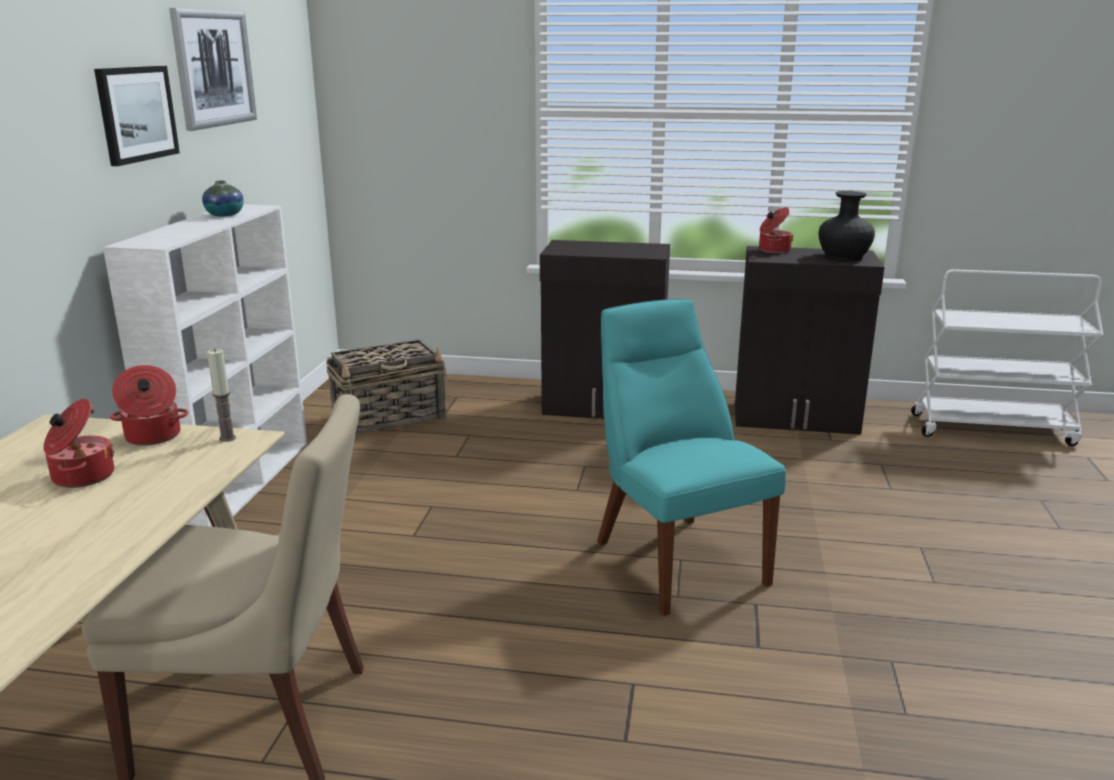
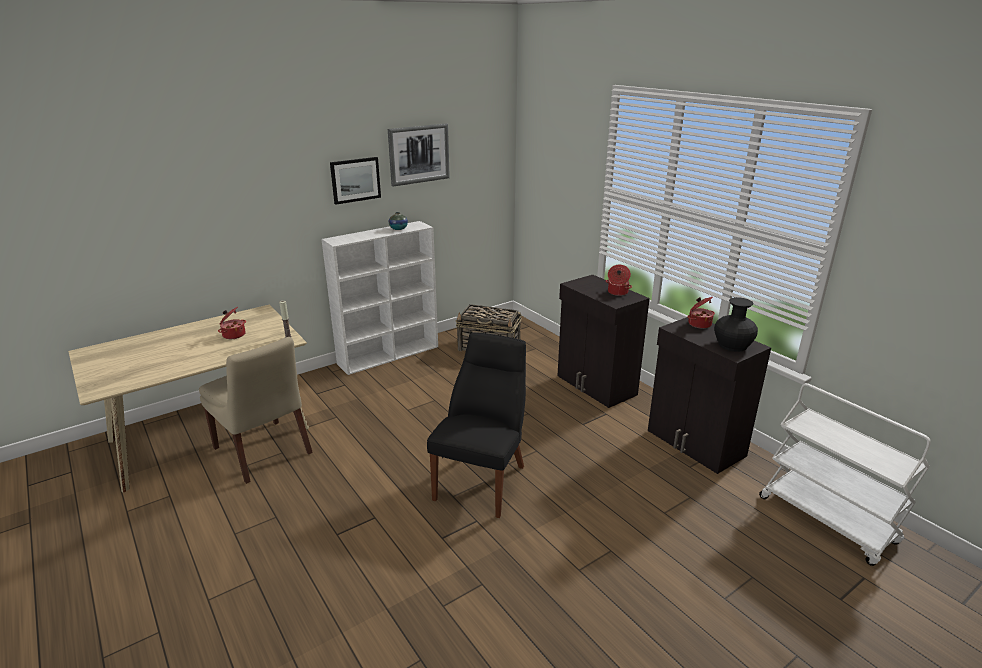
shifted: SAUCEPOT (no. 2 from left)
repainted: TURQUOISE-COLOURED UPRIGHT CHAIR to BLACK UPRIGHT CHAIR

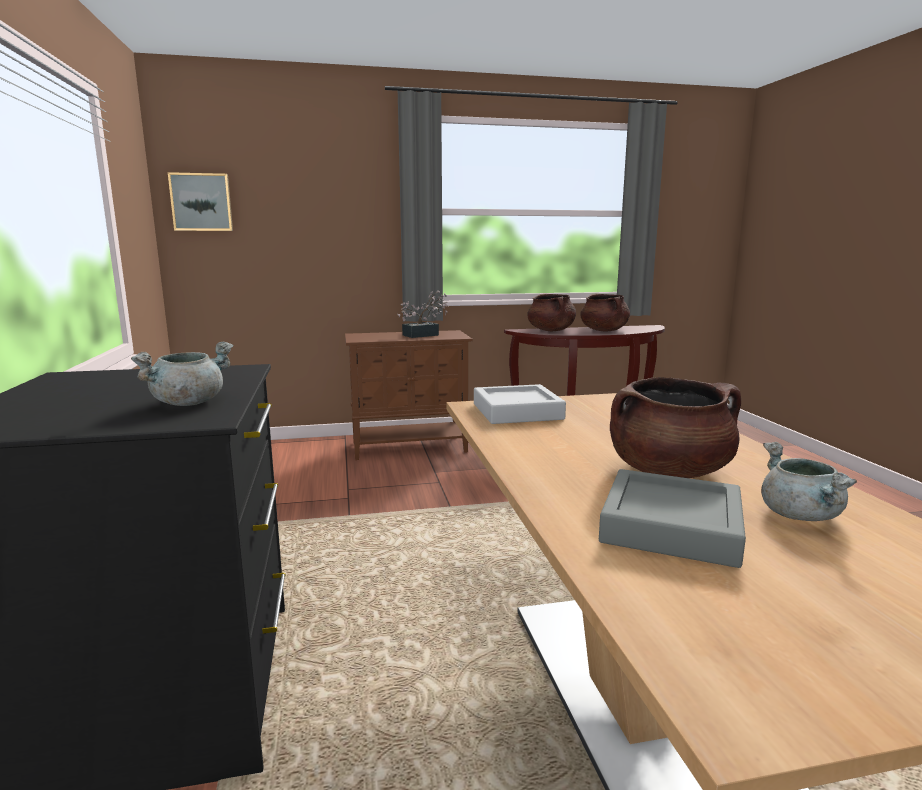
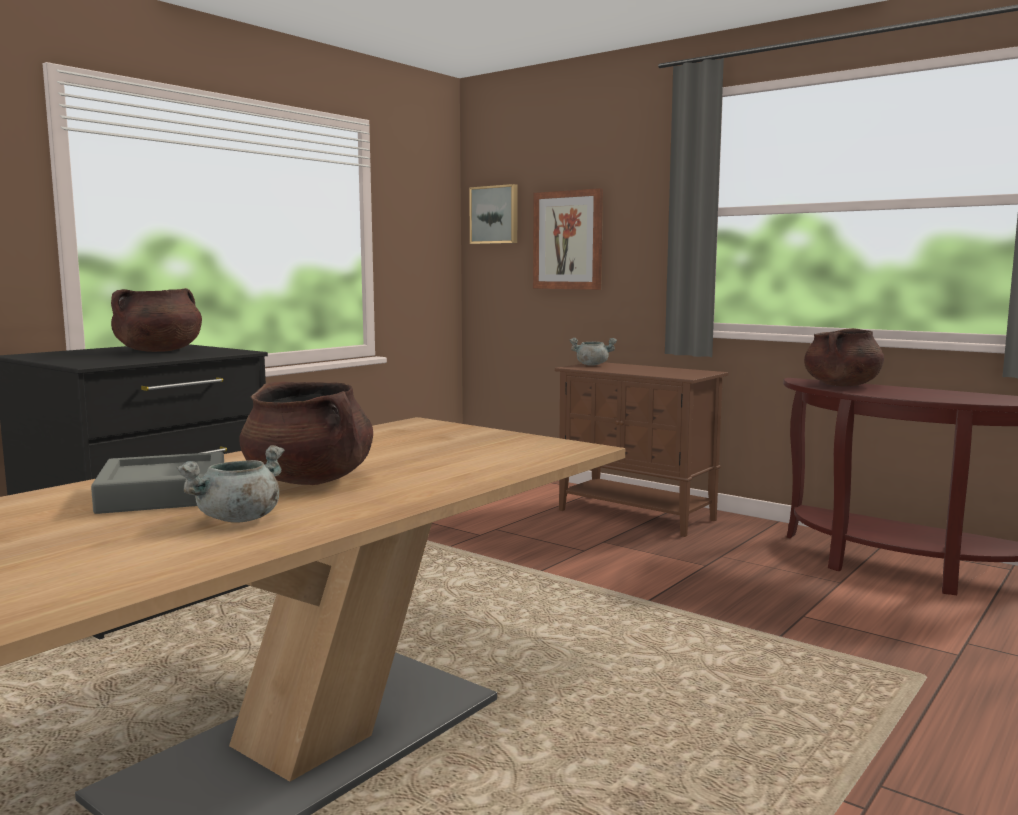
gone: POTTED PLANT; GREYISH TRAY (no. 1 from left)
new: PICTURE (no. 2 from left)
shifted: GREYISH SAUCEPOT (no. 1 from left in the first image) to GREYISH SAUCEPOT (no. 2 from left); BROWNISH SAUCEPOT (no. 2 from left in the first image) to BROWNISH SAUCEPOT (no. 1 from left)

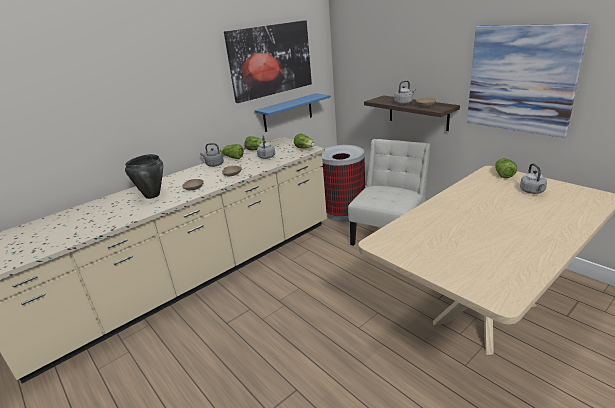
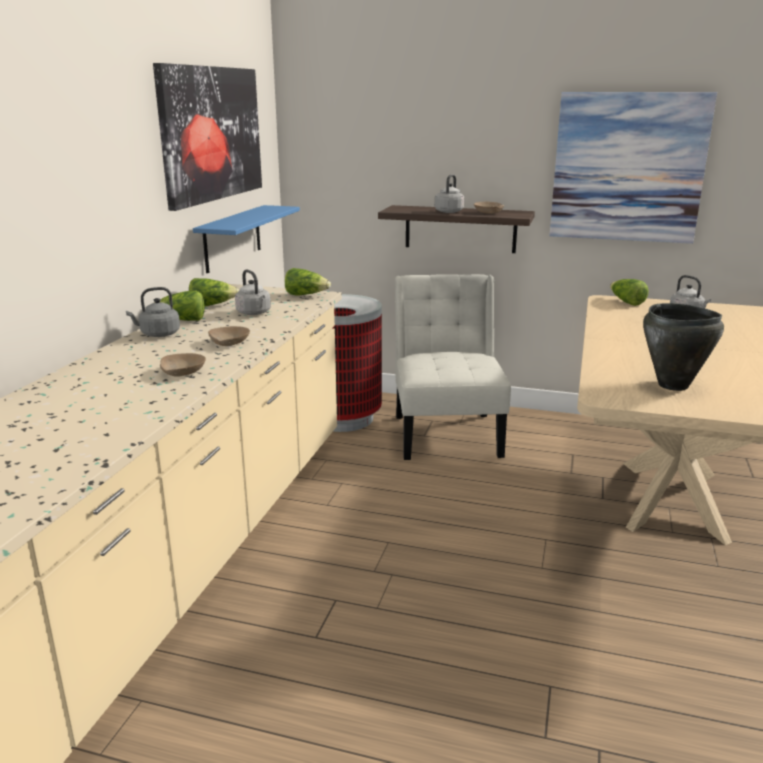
shifted: BLACK SAUCEPOT

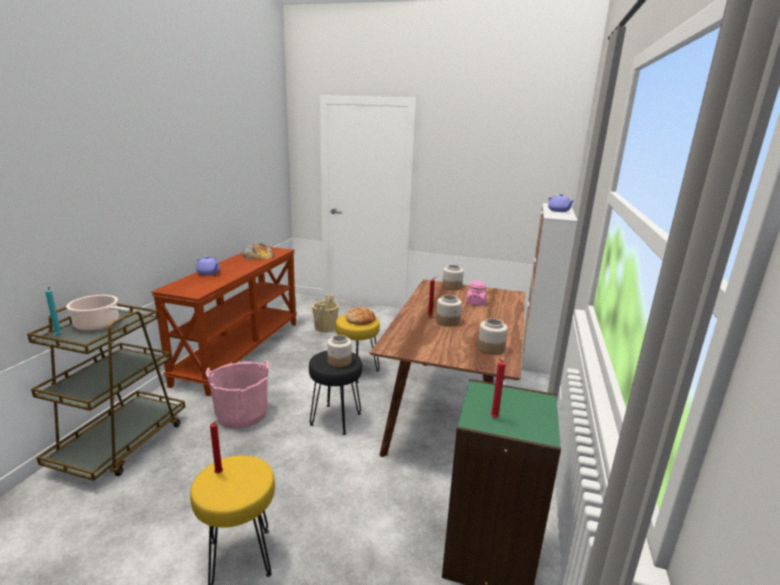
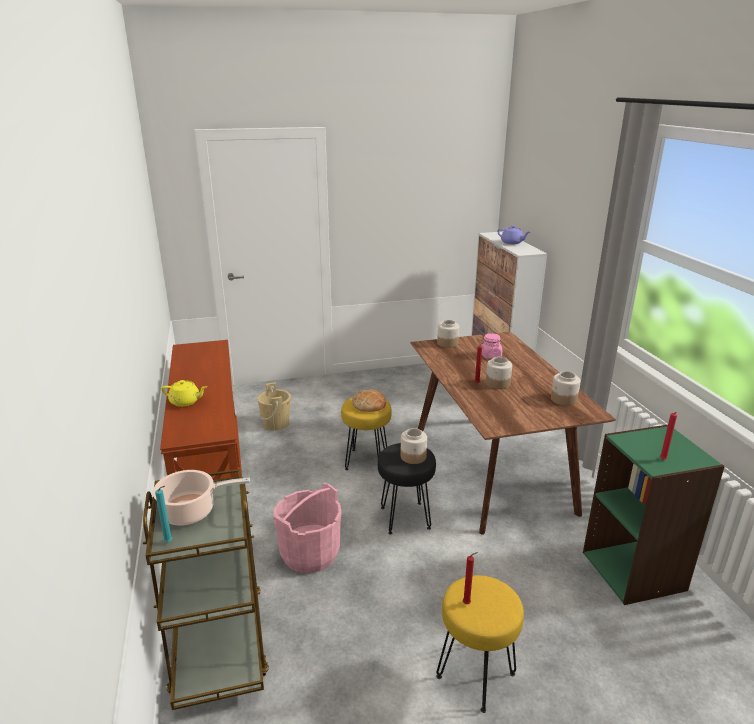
gone: BAKED BREAD (no. 1 from left)
repainted: PURPLE-COLOURED TEAPOT (no. 1 from left) to YELLOWISH TEAPOT

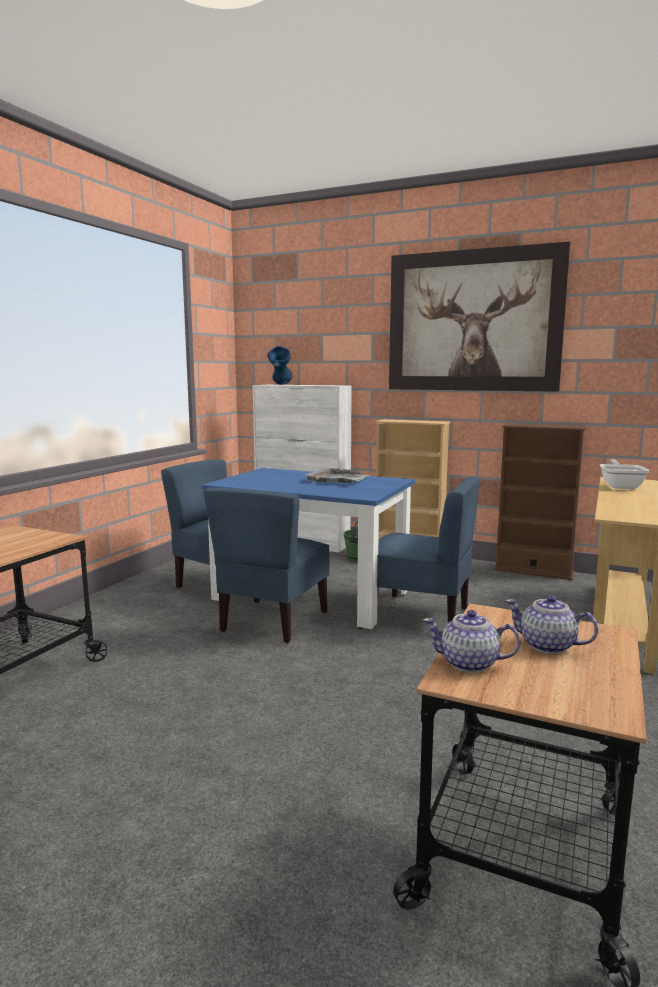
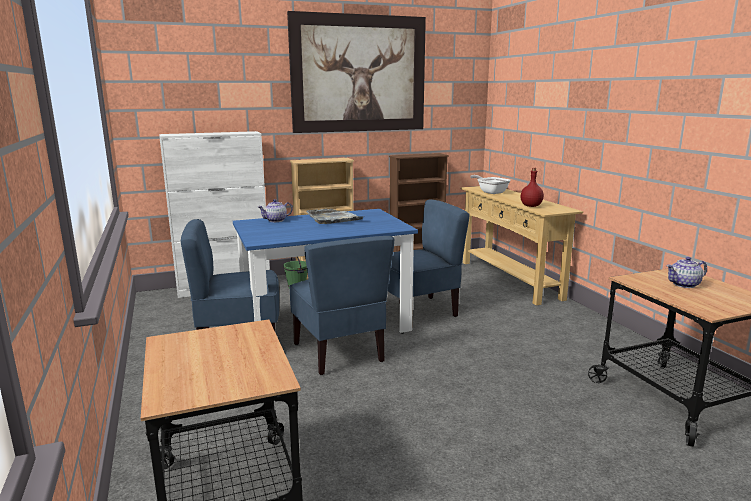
gone: BLUE-COLOURED FLOWER VASE
new: RED-COLOURED DRINK BOTTLE
shifted: TEAPOT (no. 1 from left)

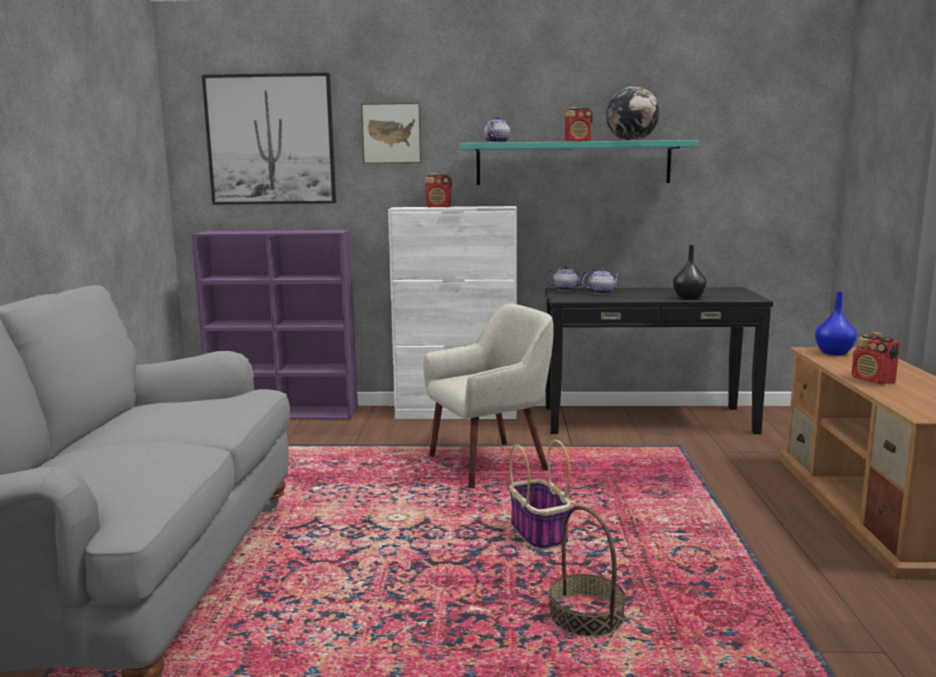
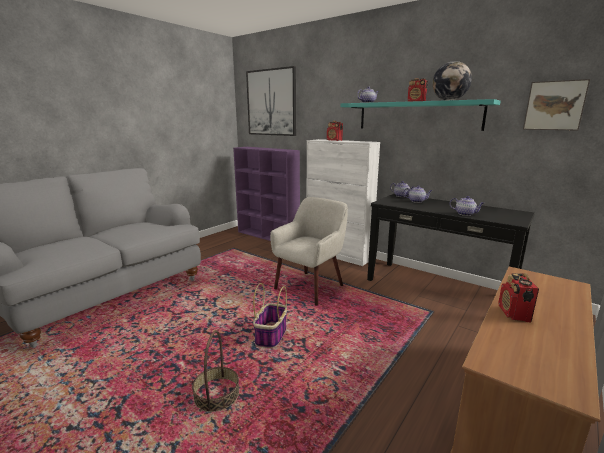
gone: BLUE-COLOURED FLOWER VASE
shifted: PICTURE (no. 2 from left)
swapped: BLACK FLOWER VASE to TEAPOT (no. 4 from left)
rotated: SAND-COLOURED LOUNGE CHAIR 60 degrees counterclockwise

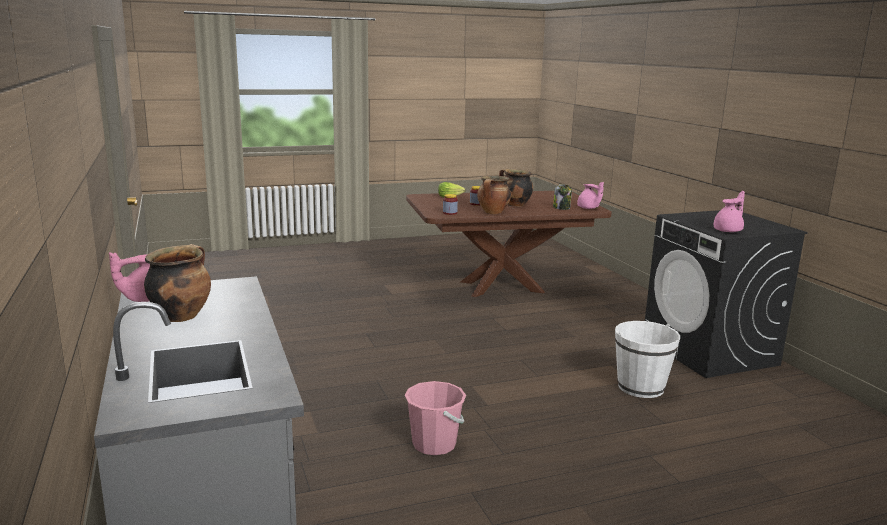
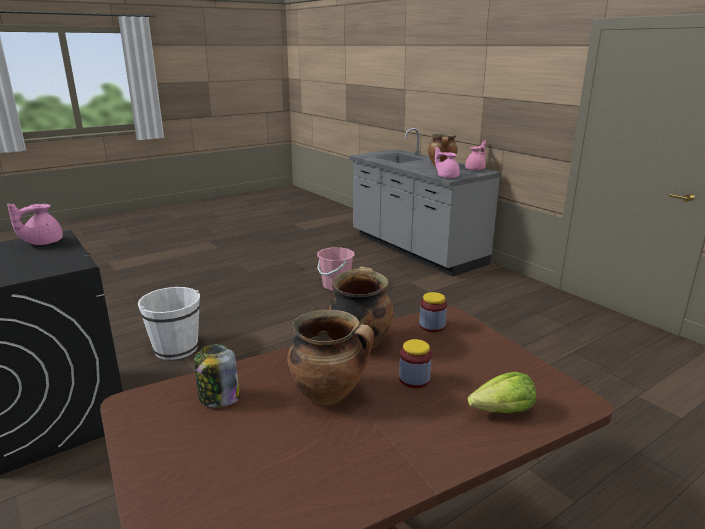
shifted: PINK-COLOURED TEAPOT (no. 2 from left)

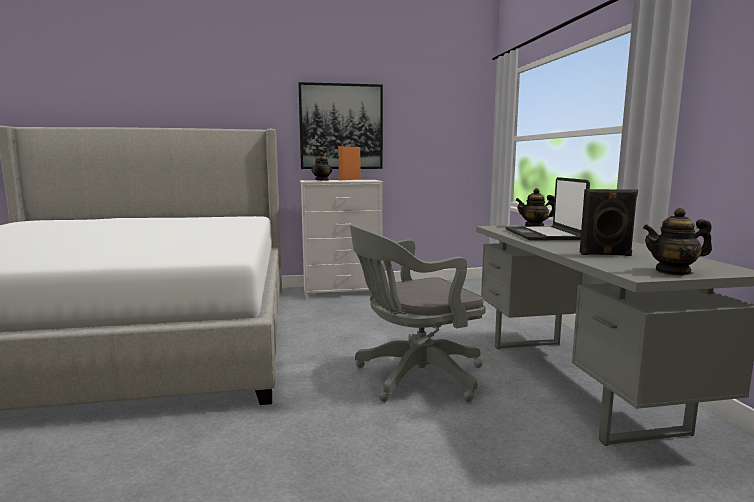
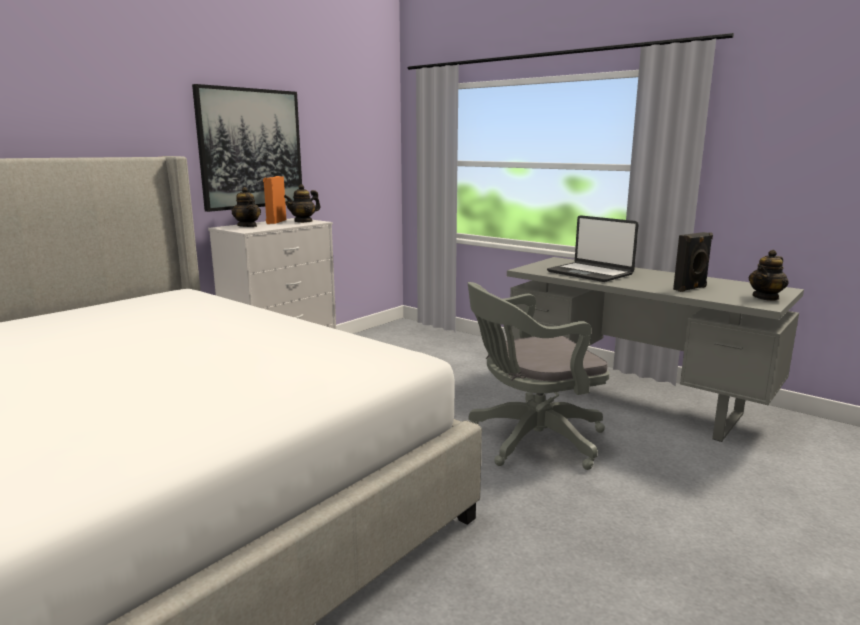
shifted: TEAPOT (no. 2 from left)
rotated: GREYISH OFFICE CHAIR 45 degrees clockwise

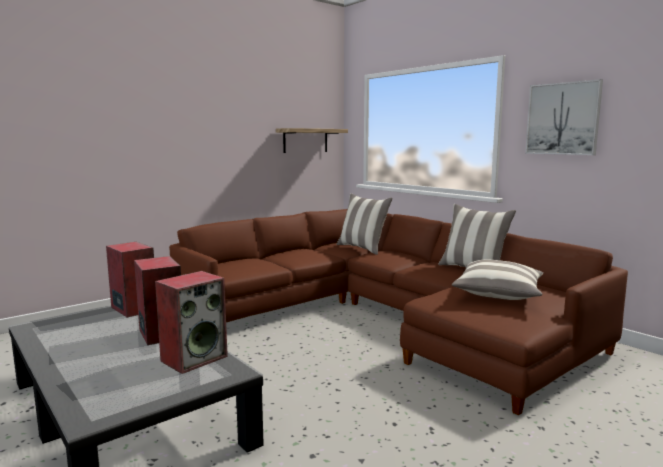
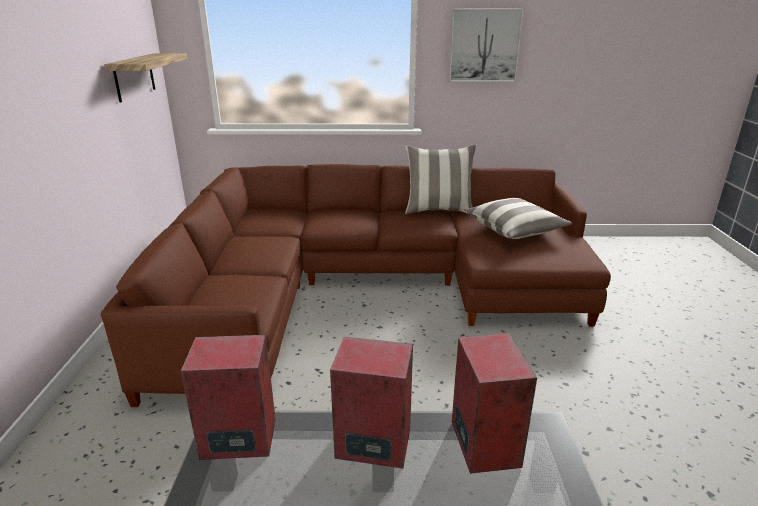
gone: CUSHION (no. 1 from left)

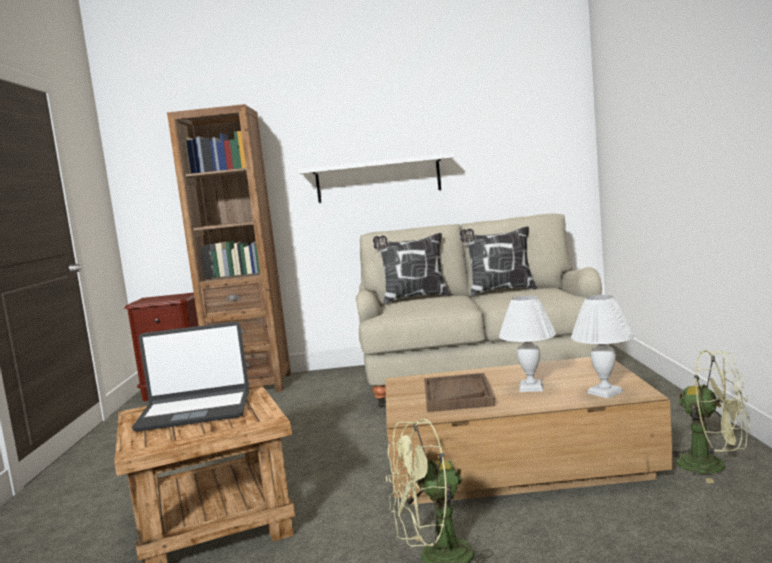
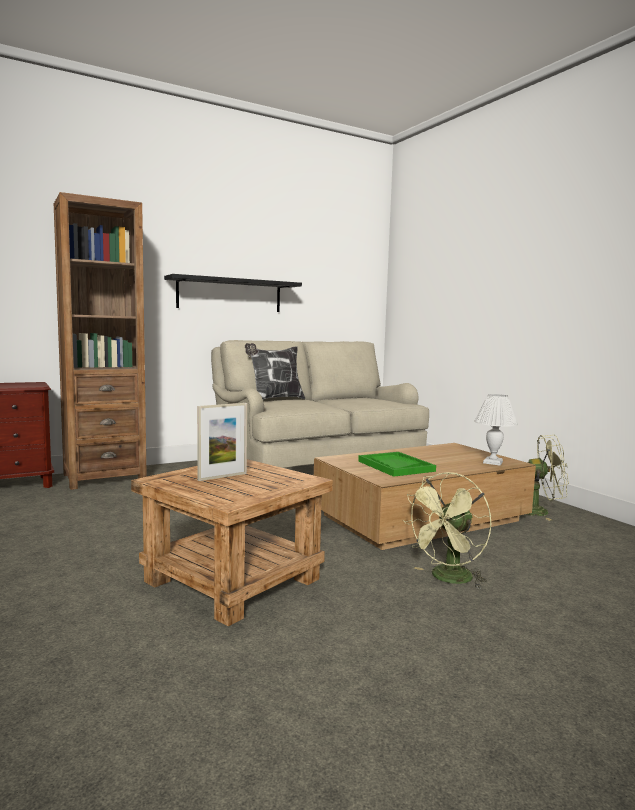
gone: CUSHION (no. 2 from left); WHITE LAMP FOR A TABLE (no. 1 from left)
swapped: LAPTOP to PHOTO FRAME
repainted: WHITE SHELF to BLACK SHELF; BROWNISH TRAY to GREEN-COLOURED TRAY

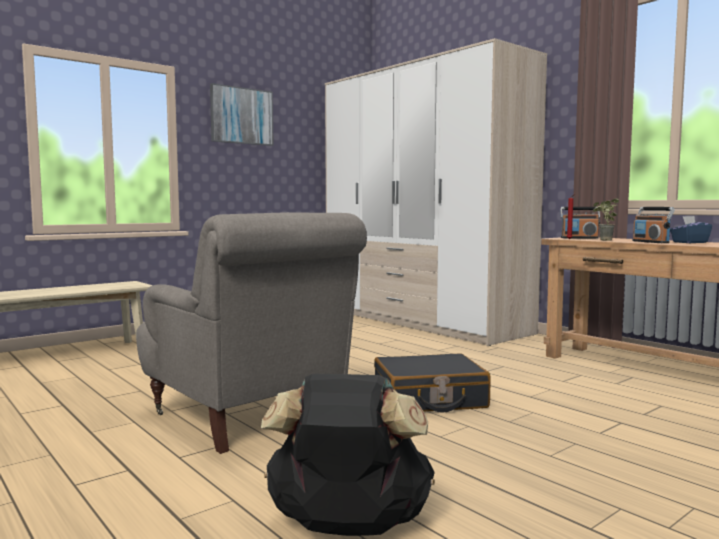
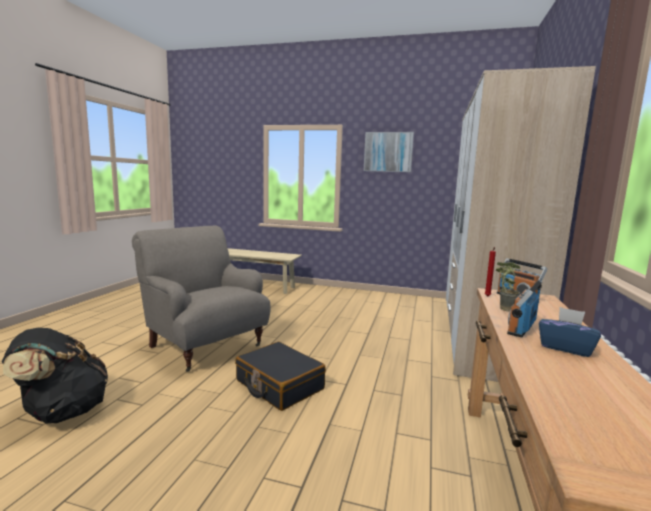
rotated: GREYISH LOUNGE CHAIR 120 degrees clockwise

